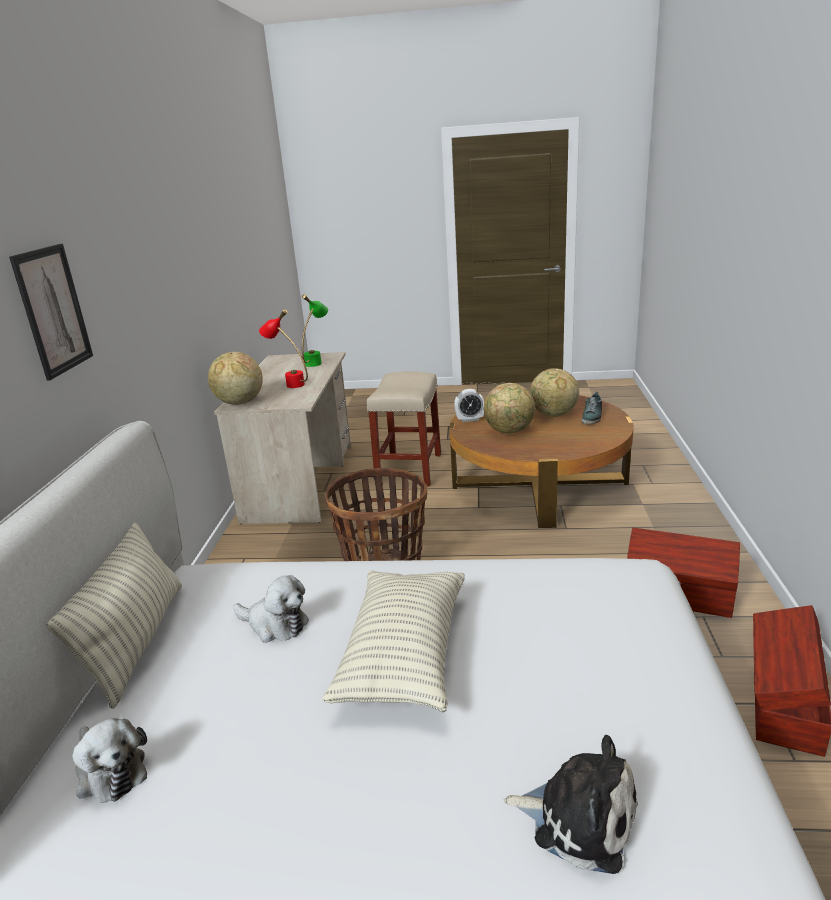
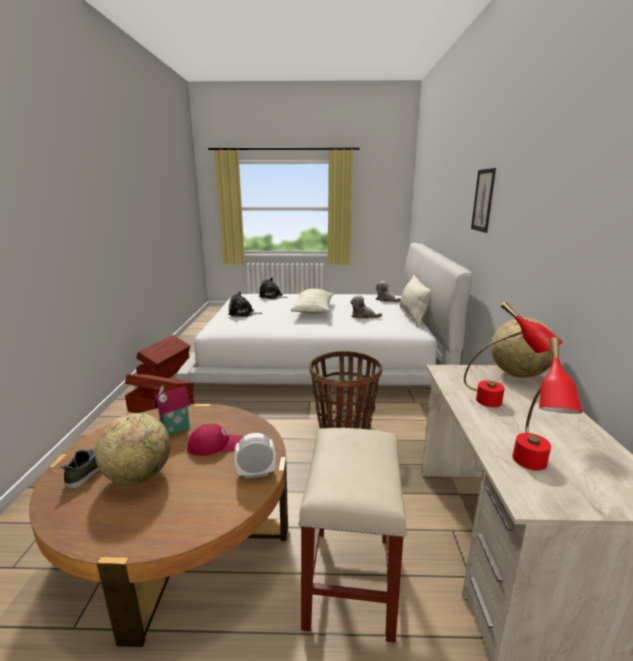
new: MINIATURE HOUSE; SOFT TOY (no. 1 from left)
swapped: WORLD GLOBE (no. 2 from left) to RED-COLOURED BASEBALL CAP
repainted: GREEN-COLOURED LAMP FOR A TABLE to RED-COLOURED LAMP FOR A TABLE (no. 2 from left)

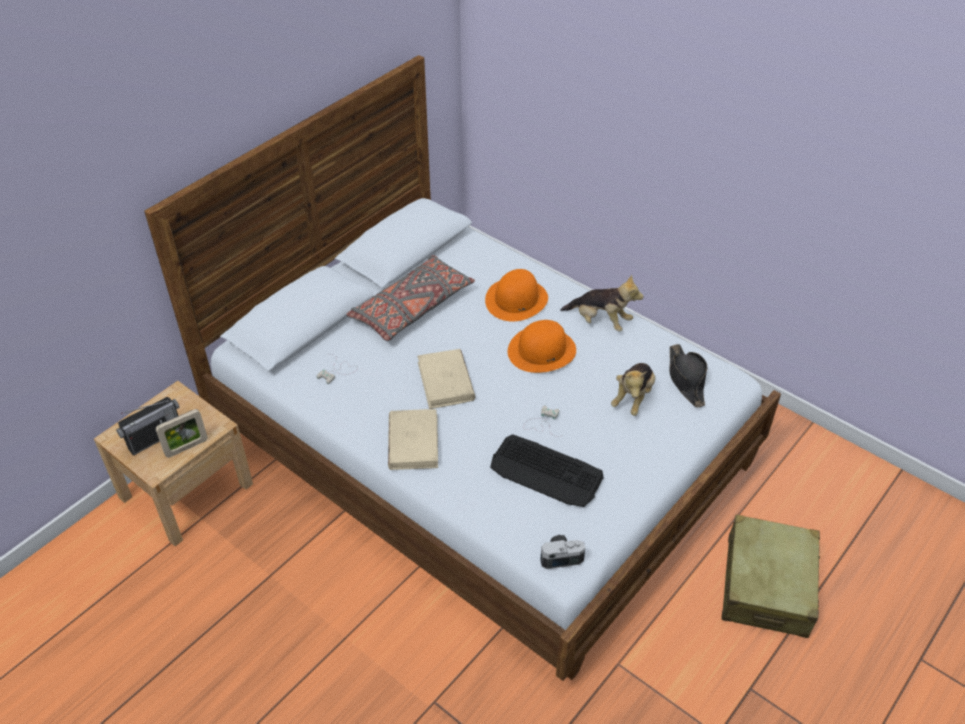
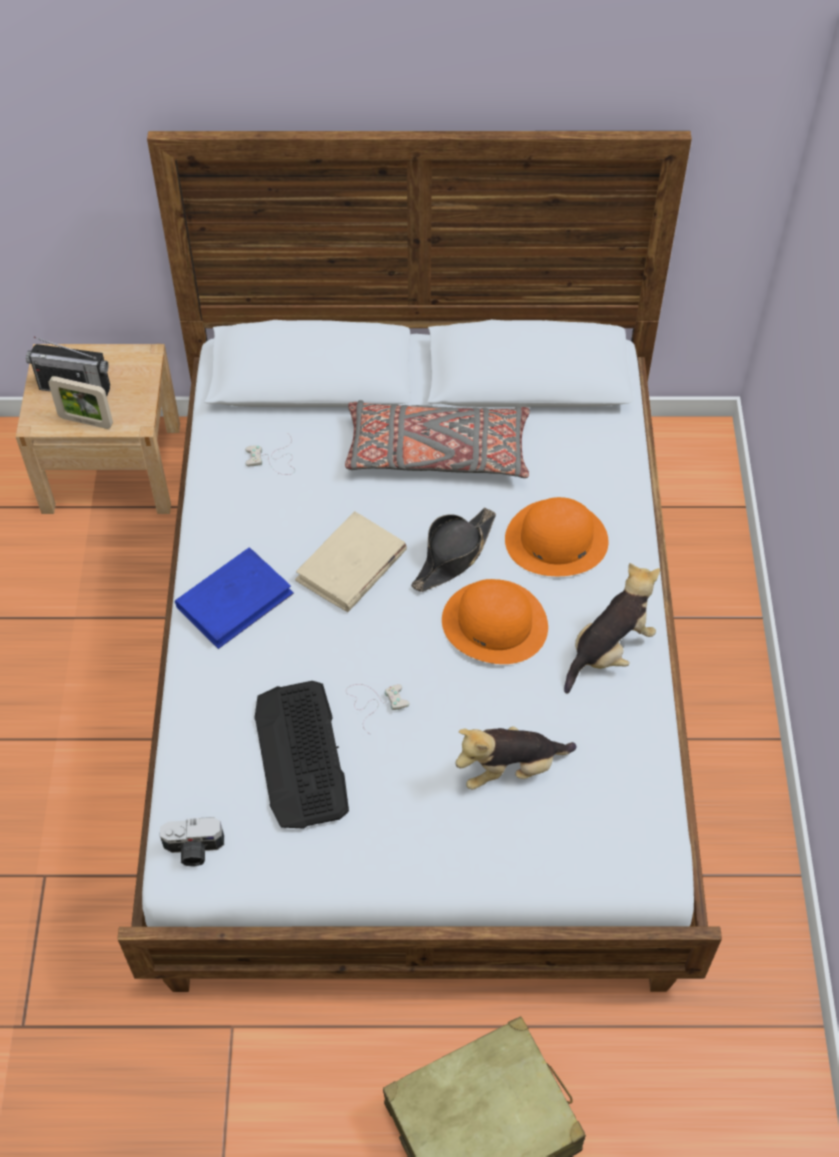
shifted: BLACK CLOTHING HAT
repainted: SAND-COLOURED BOUND BOOK (no. 1 from left) to BLUE-COLOURED BOUND BOOK
rotated: PHOTO CAMERA 135 degrees clockwise; SOFT TOY (no. 1 from left in the first image) 120 degrees counterclockwise

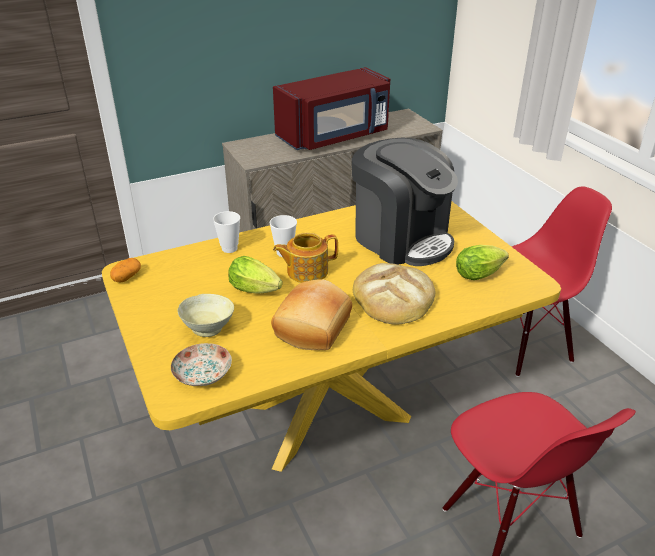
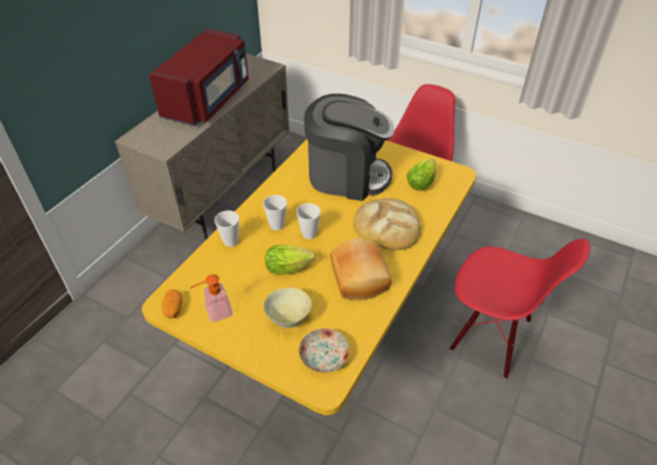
new: SOAP BOTTLE
swapped: TEAPOT to SMALL CUP (no. 3 from left)

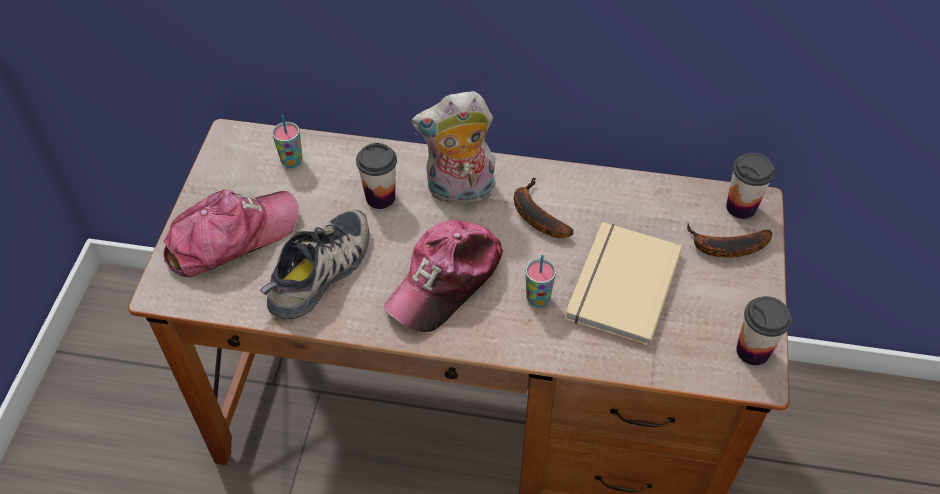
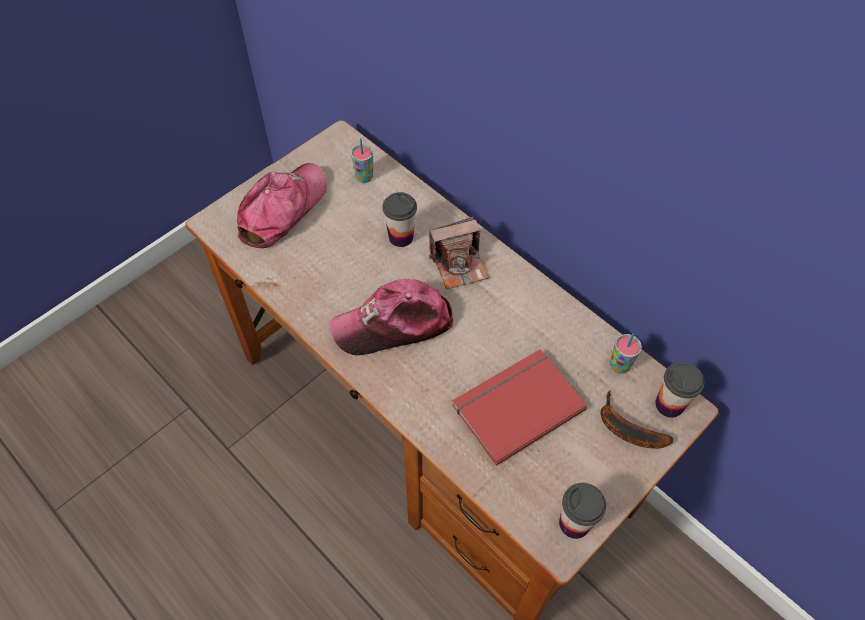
gone: LOW SHOE; WHOLE BANANA (no. 1 from left)
shifted: SMALL CUP (no. 3 from left in the first image) to SMALL CUP (no. 4 from left)
swapped: SOFT TOY to PHOTO CAMERA
repainted: SAND-COLOURED BOUND BOOK to RED-COLOURED BOUND BOOK
rotated: BASEBALL CAP (no. 1 from left) 60 degrees counterclockwise

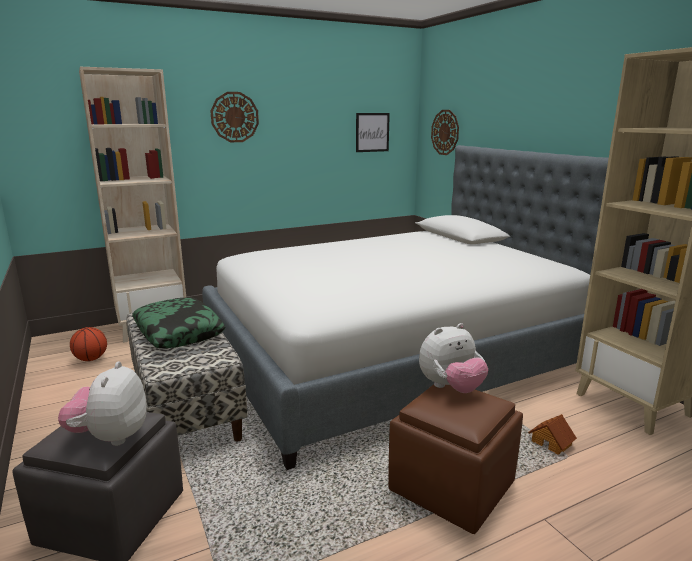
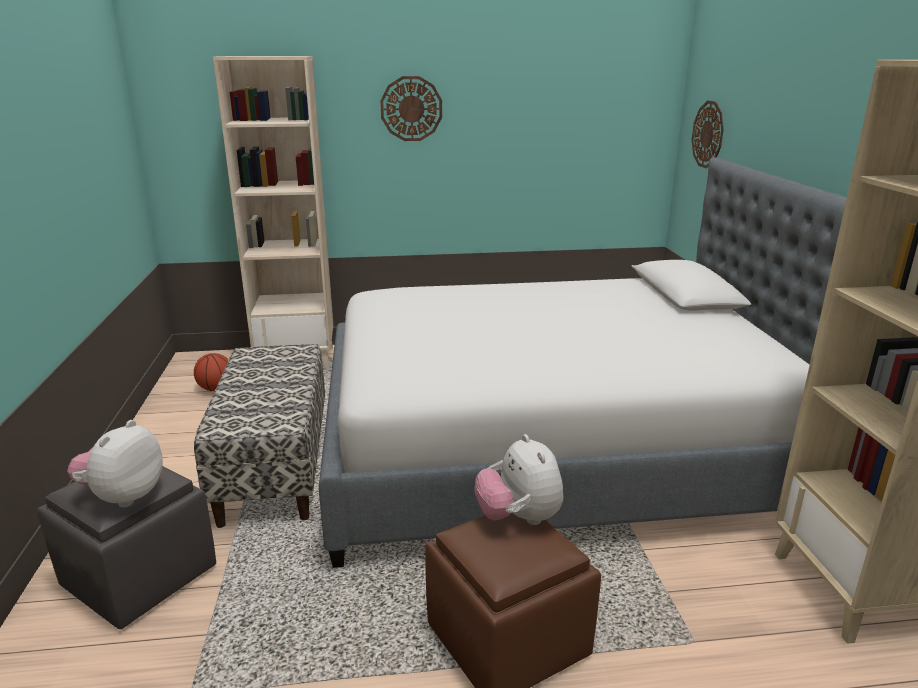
gone: CUSHION; PICTURE; MINIATURE HOUSE
rotated: SOFT TOY (no. 2 from left) 75 degrees clockwise

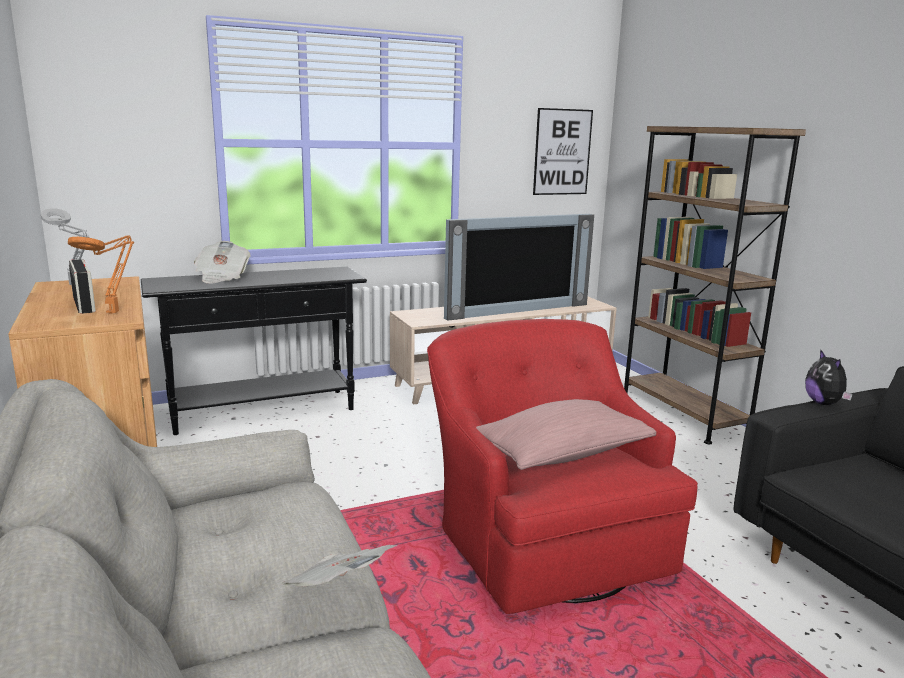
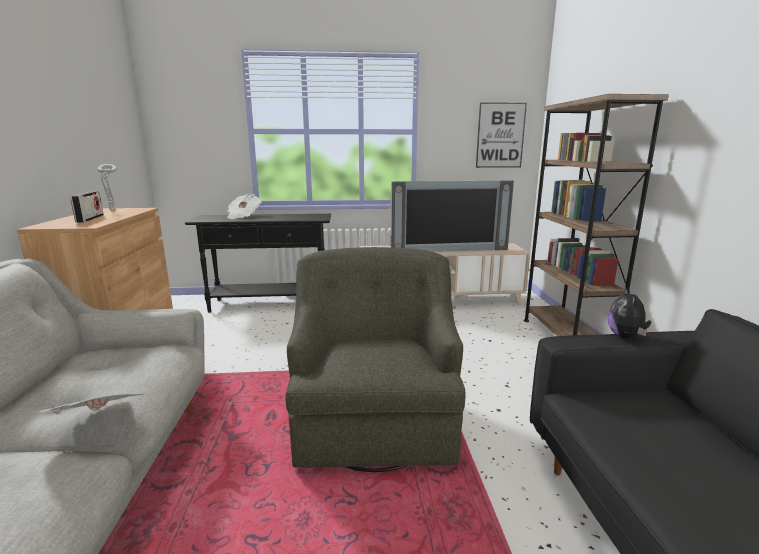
gone: ORANGE LAMP FOR A TABLE; PINK-COLOURED CUSHION
repainted: RED-COLOURED LOUNGE CHAIR to GREEN-COLOURED LOUNGE CHAIR

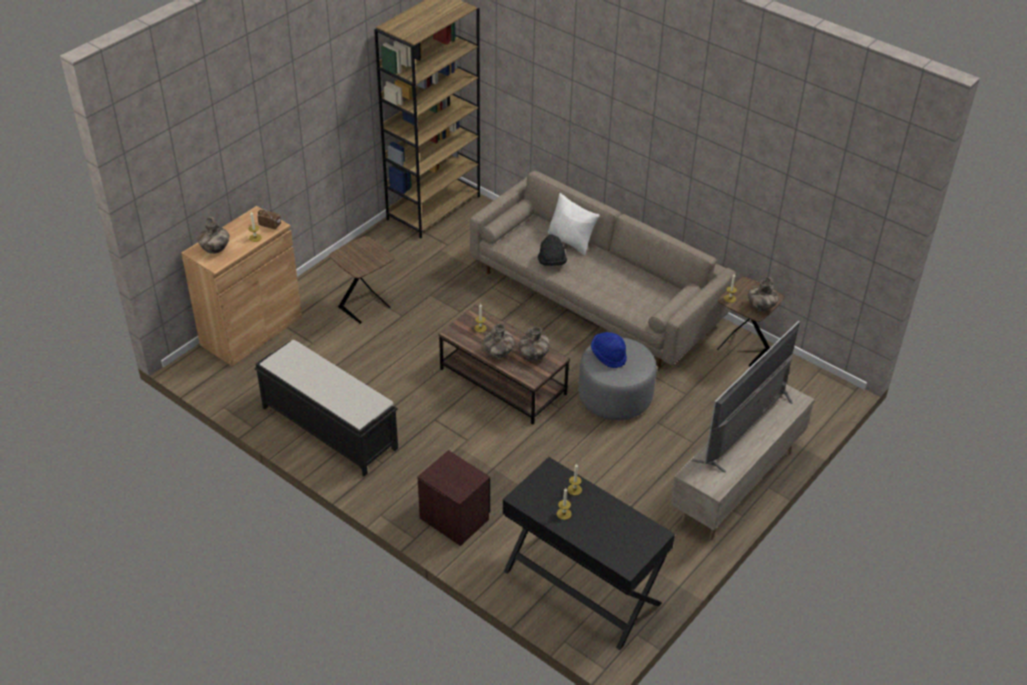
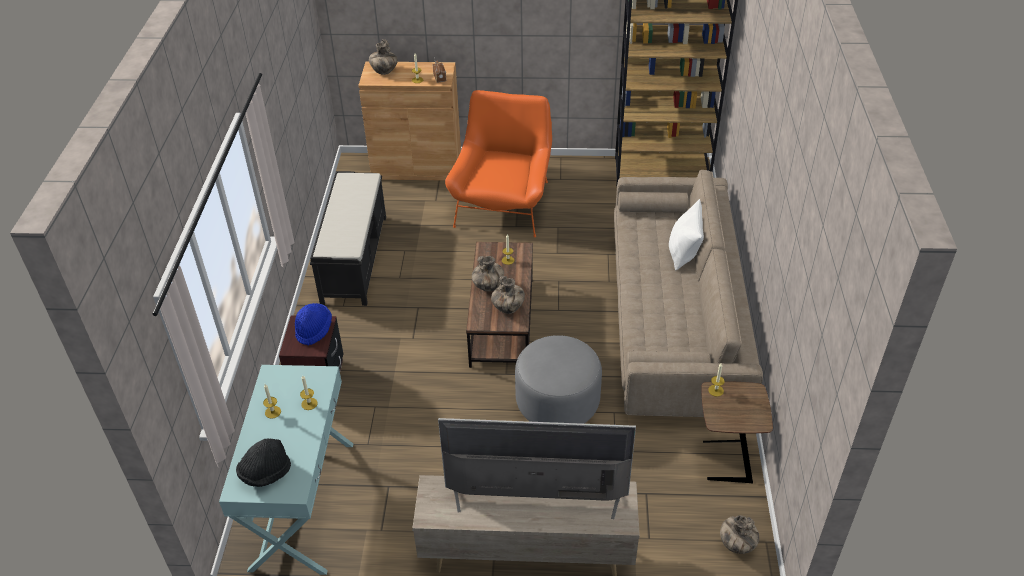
shifted: BLACK CLOTHING HAT; BLUE-COLOURED CLOTHING HAT; FLOWER VASE (no. 4 from left)
swapped: BROWNISH END TABLE (no. 1 from left) to ORANGE LOUNGE CHAIR
repainted: BLACK NARROW TABLE to TURQUOISE-COLOURED NARROW TABLE

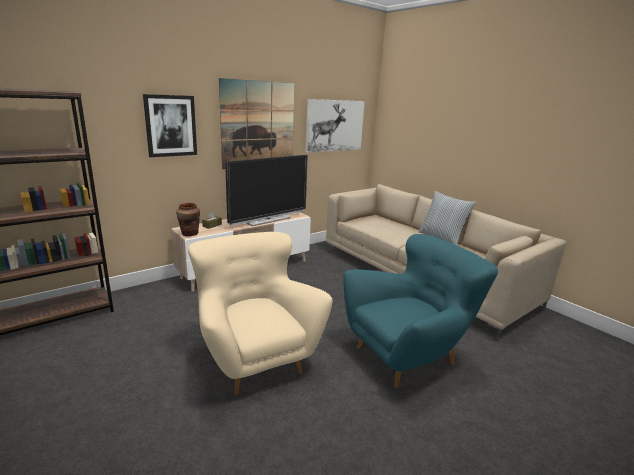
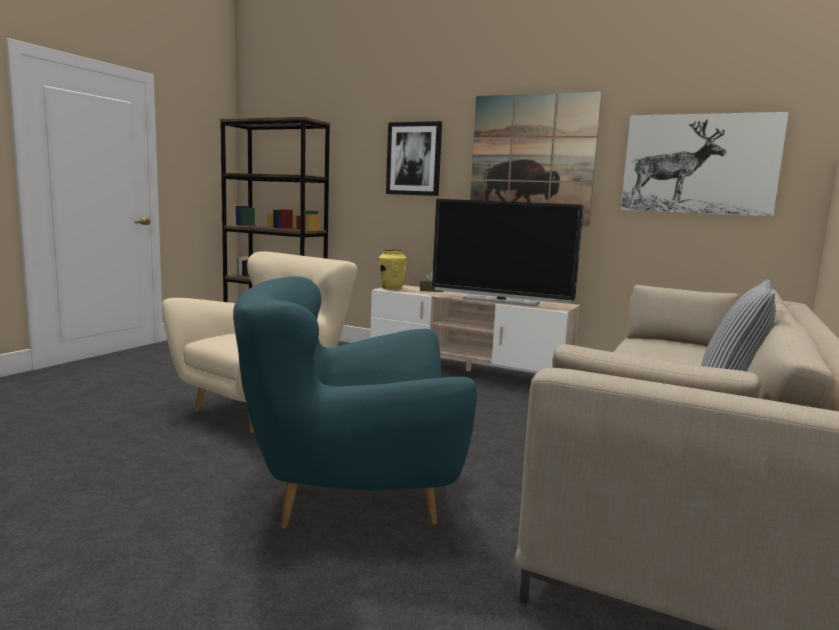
repainted: BROWNISH FLOWER VASE to YELLOWISH FLOWER VASE
rotated: TURQUOISE-COLOURED LOUNGE CHAIR 135 degrees clockwise

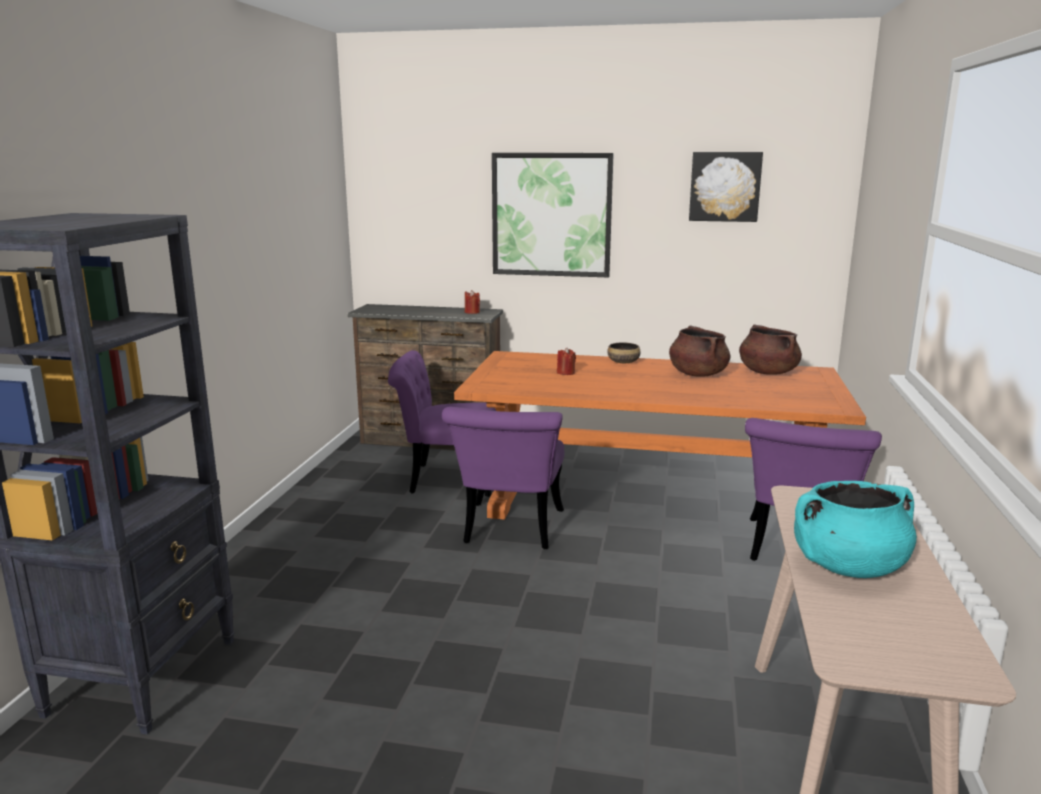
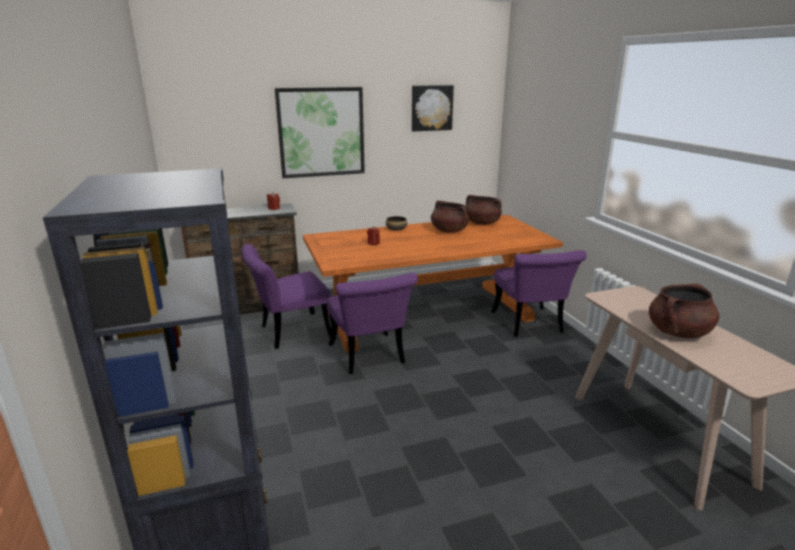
repainted: TURQUOISE-COLOURED SAUCEPOT to BROWNISH SAUCEPOT (no. 3 from left)

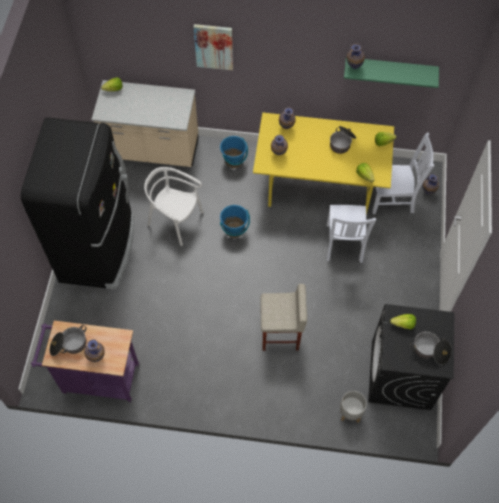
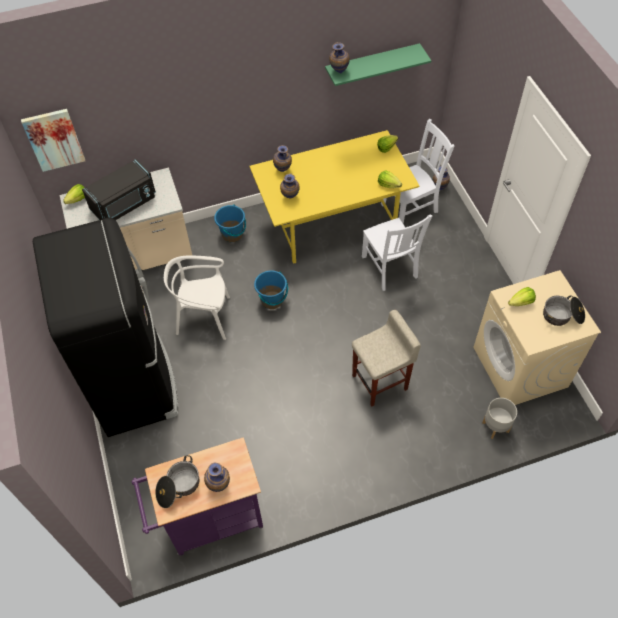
gone: SAUCEPOT (no. 2 from left)
new: BLACK KITCHEN MICROWAVE
shifted: PICTURE
repainted: BLACK LAUNDRY MACHINE to SAND-COLOURED LAUNDRY MACHINE

